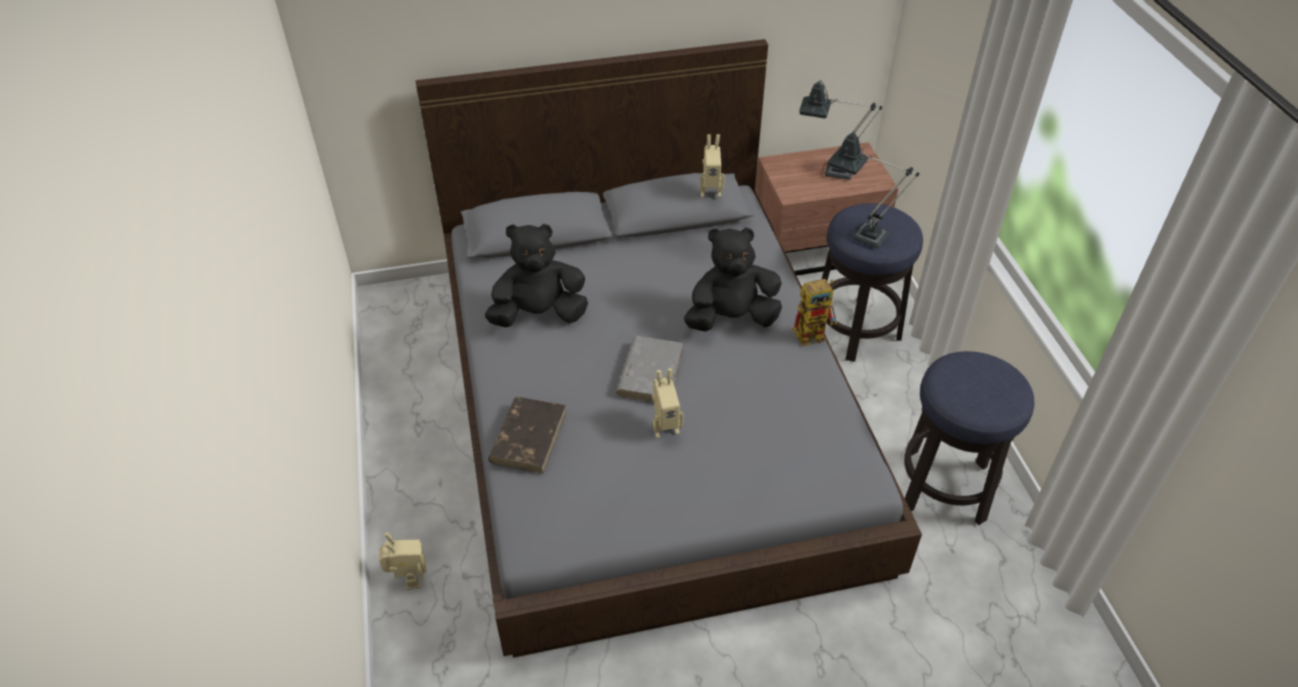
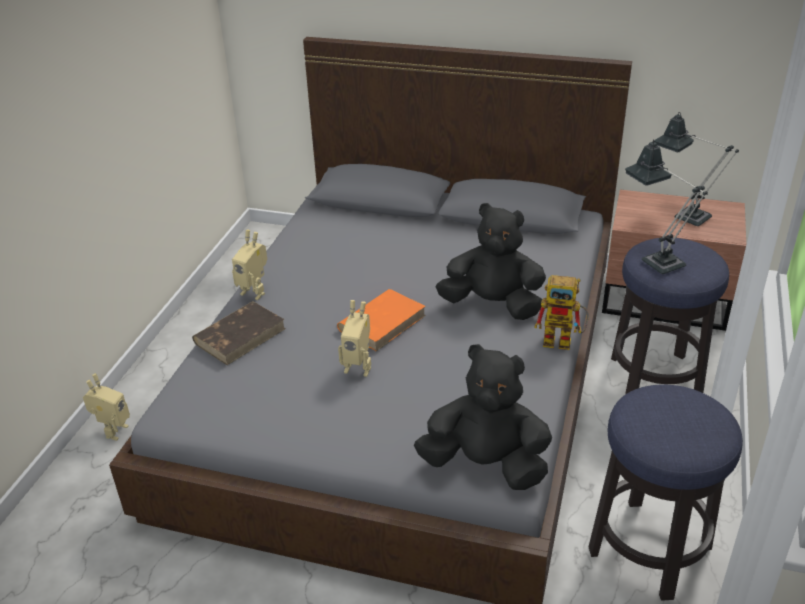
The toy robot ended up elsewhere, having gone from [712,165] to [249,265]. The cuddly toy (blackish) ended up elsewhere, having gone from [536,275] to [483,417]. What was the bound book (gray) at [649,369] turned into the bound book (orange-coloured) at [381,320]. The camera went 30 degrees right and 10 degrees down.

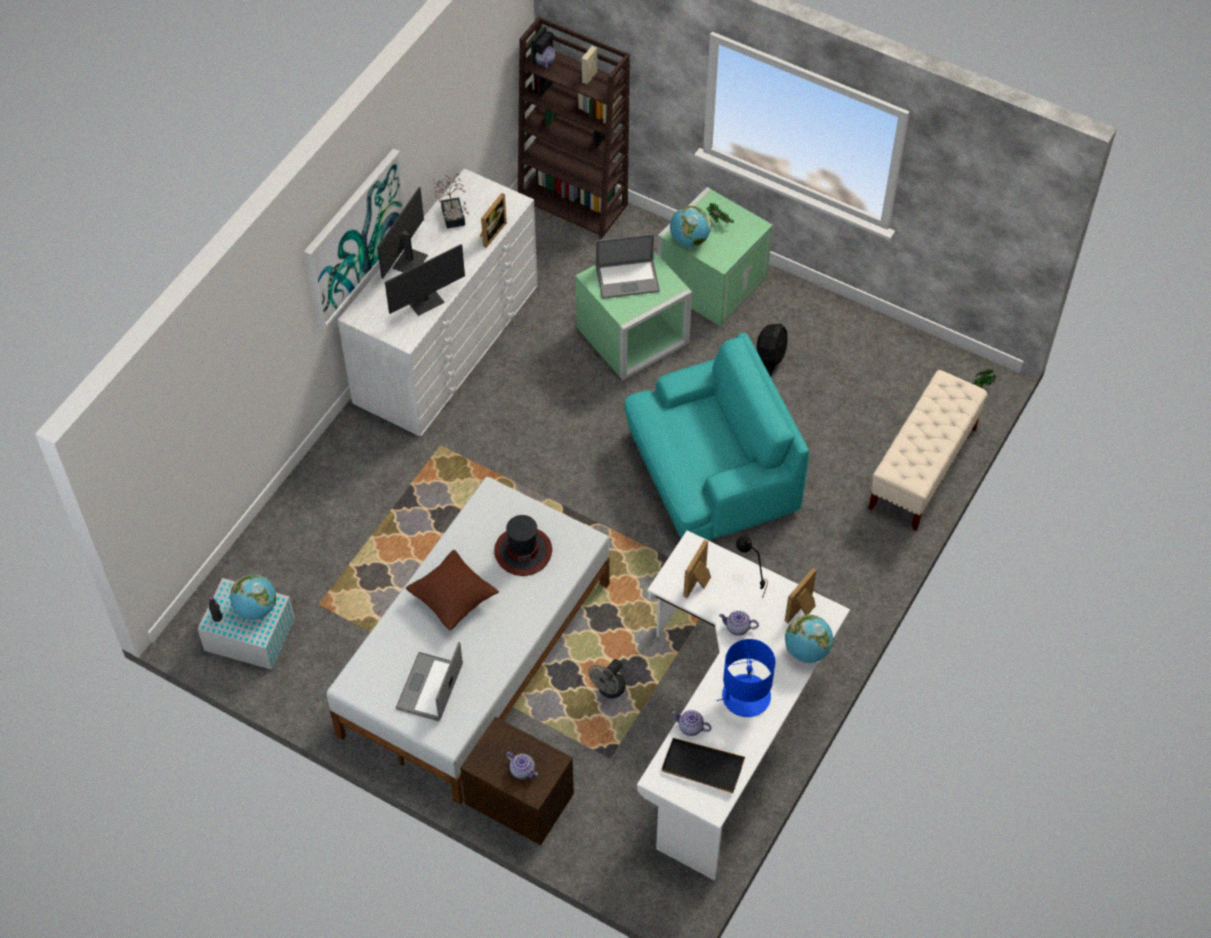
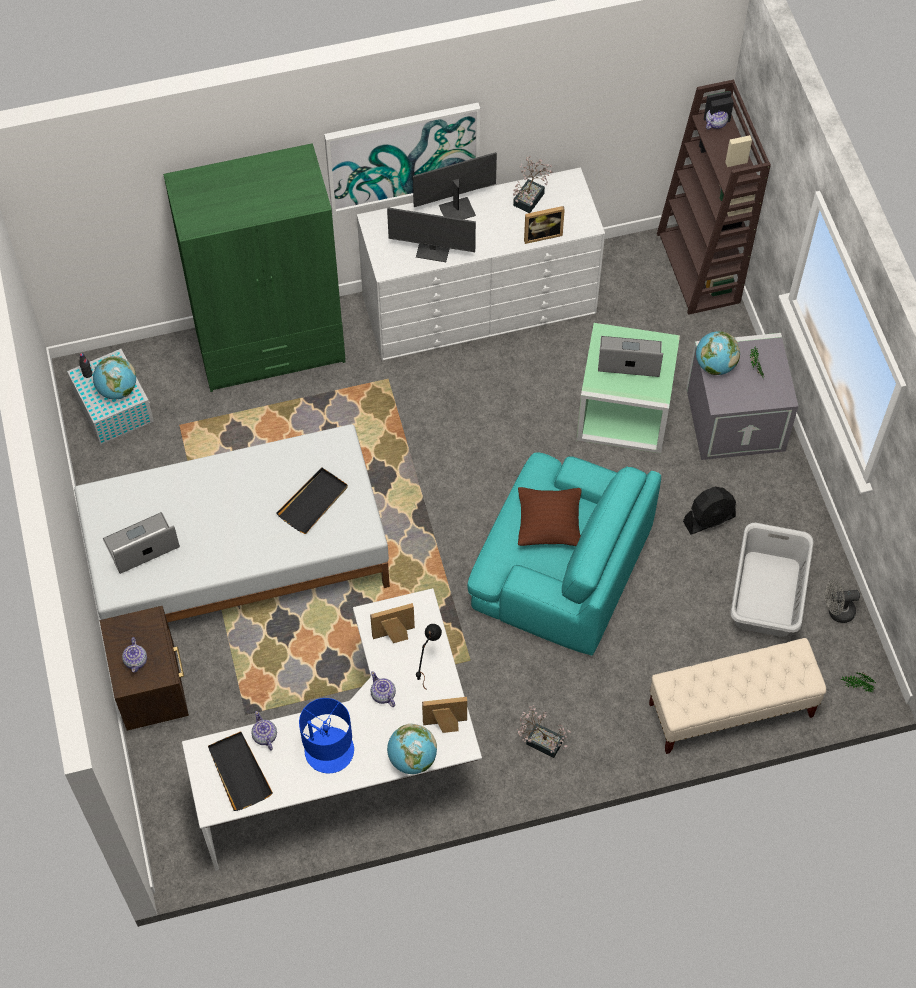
What was the storage container (greenish) at [715,256] turned into the storage container (gray) at [742,396]. The portable computer at [628,266] ended up facing another way, 150 degrees clockwise from before. Where the hat stood at [523,545], the carrying tray (blackish) came to stand at [312,501]. The throw pillow (brown-coloured) ended up elsewhere, having gone from [452,590] to [550,516]. The fan (gray) ended up elsewhere, having gone from [607,679] to [842,601]. The second view gained the clothes cupboard (greenish) at [254,267]. The second view gained the washing basket (gray) at [772,580]. The second view gained the houseplant at [544,731]. The camera went 45 degrees right and 5 degrees up.

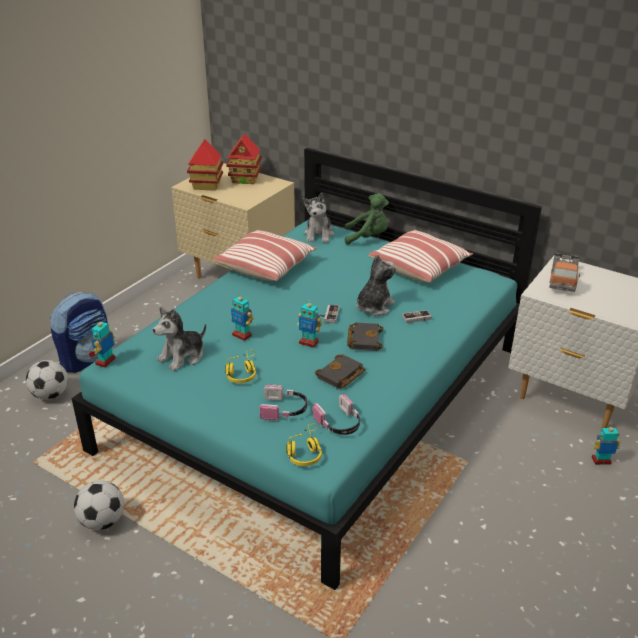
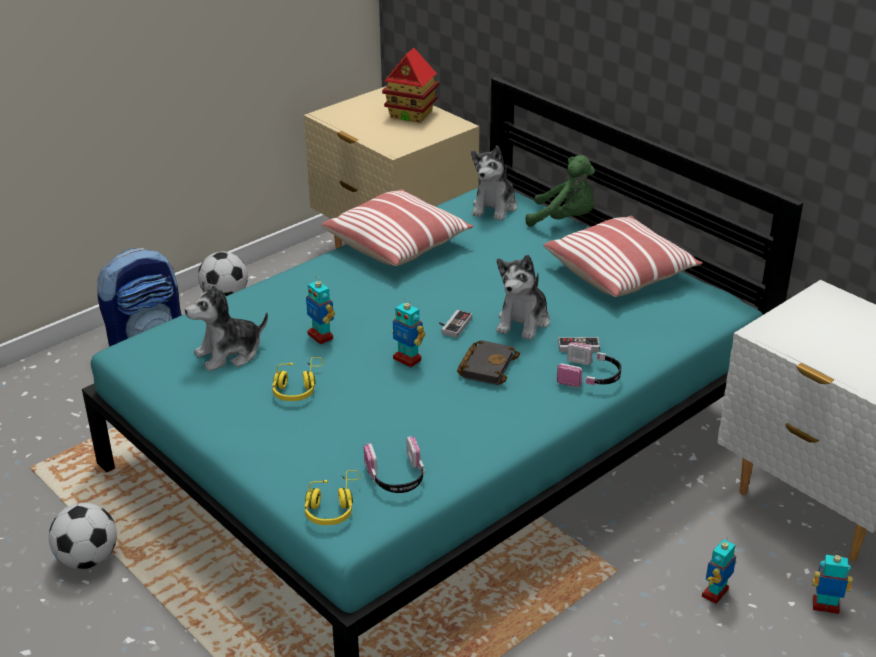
The second view lost the model house at [205,165]. The second view lost the model truck at [564,272]. The cuddly toy at [375,285] ended up facing another way, 150 degrees clockwise from before. The toy robot ended up elsewhere, having gone from [103,343] to [719,571]. The second view lost the bound book (blackish) at [340,371]. The football ended up elsewhere, having gone from [47,380] to [223,274]. The headphones ended up elsewhere, having gone from [283,403] to [589,365]. The camera went 15 degrees right and 0 degrees up.

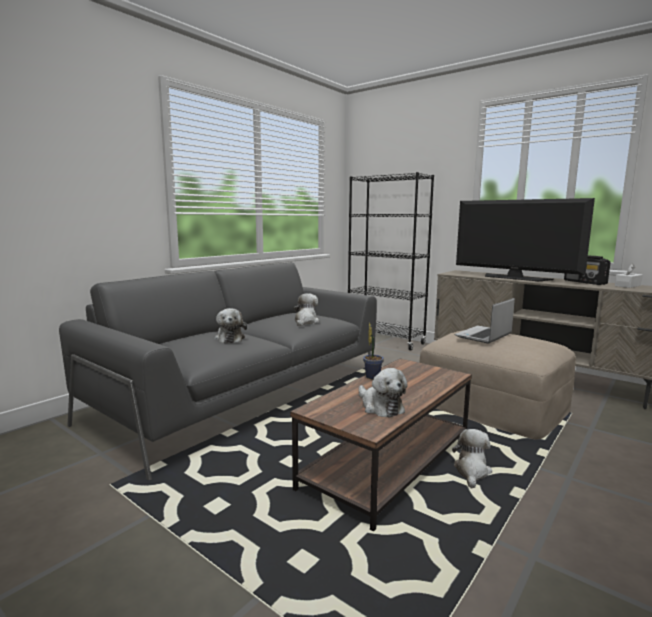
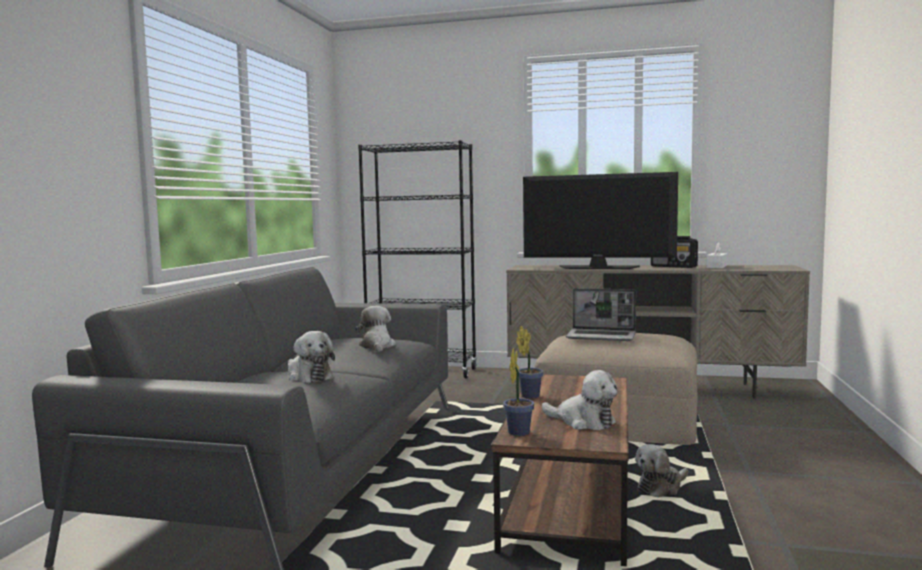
The portable computer at [485,321] ended up facing another way, 90 degrees counterclockwise from before. The cuddly toy at [472,458] ended up facing another way, 120 degrees counterclockwise from before. The second view gained the houseplant at [518,392]. The camera went 25 degrees left and 5 degrees down.

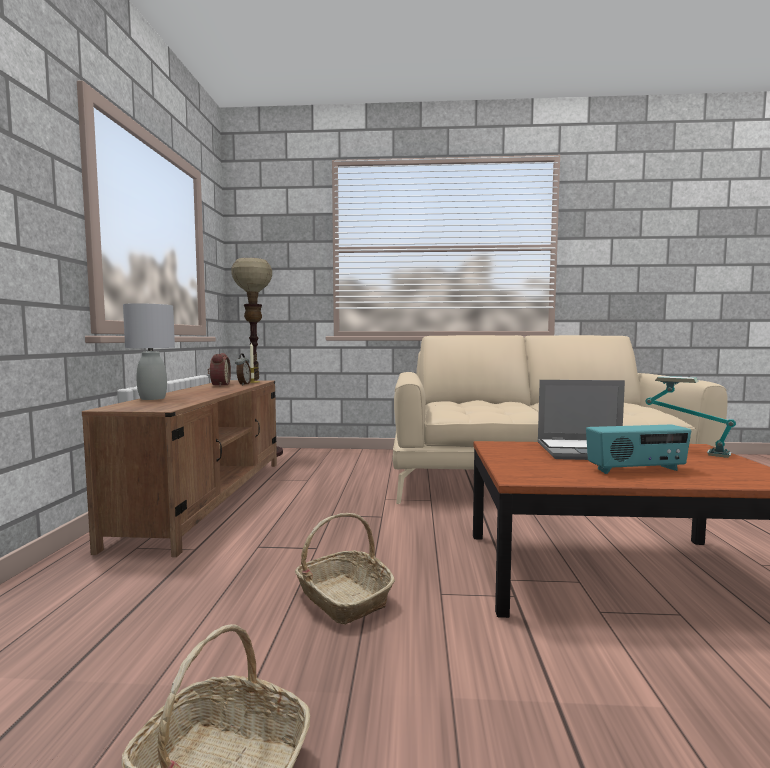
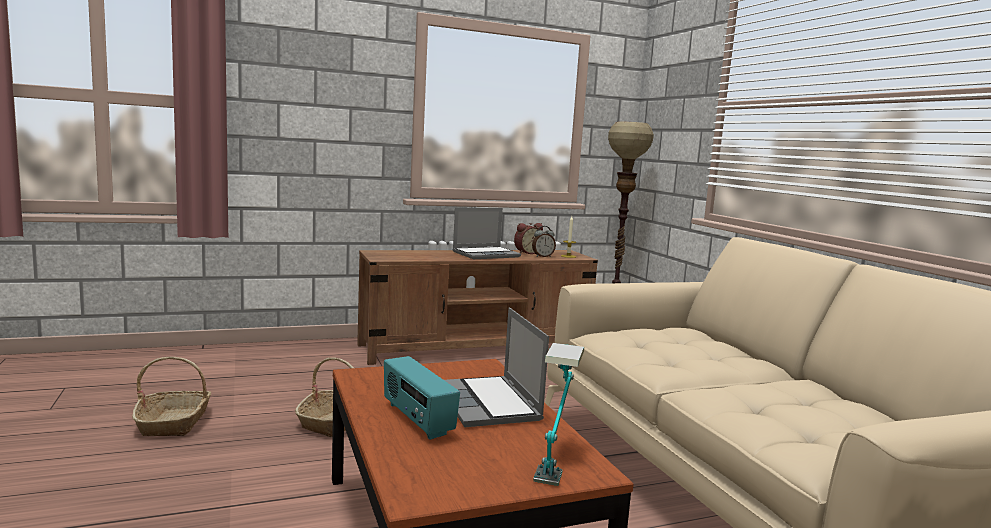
The second view lost the tabletop lamp (gray) at [149,351]. The second view gained the portable computer at [487,233]. The camera went 65 degrees right and 5 degrees up.

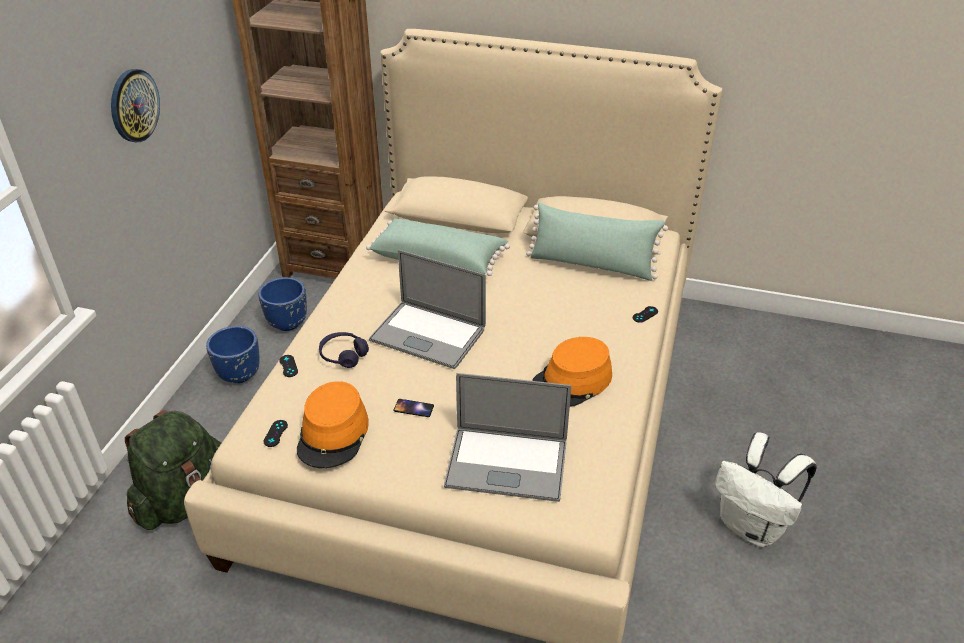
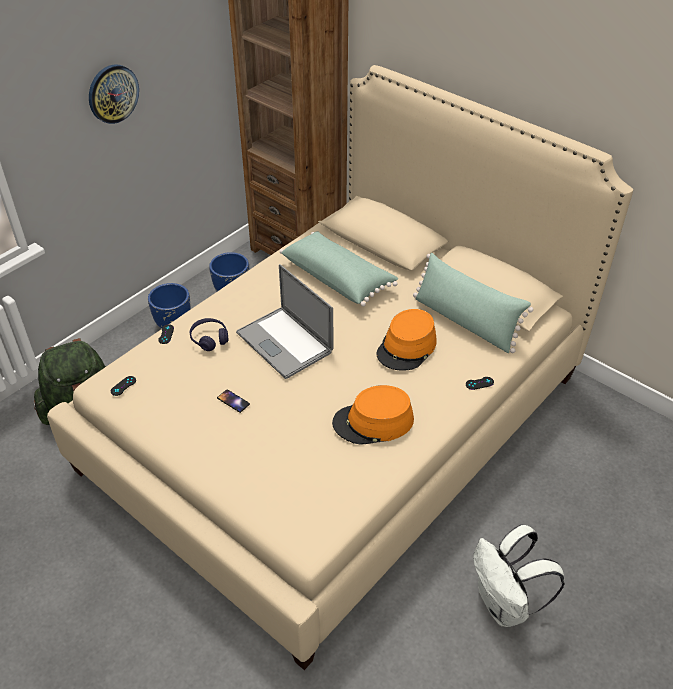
The second view lost the portable computer at [507,437]. The hat (orange-coloured) ended up elsewhere, having gone from [332,424] to [406,340]. The camera went 25 degrees right and 5 degrees up.

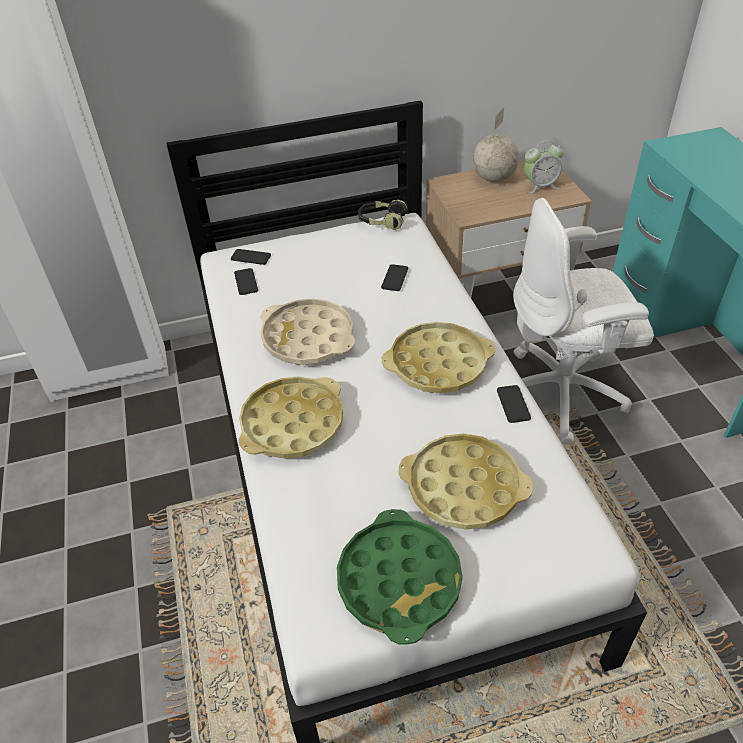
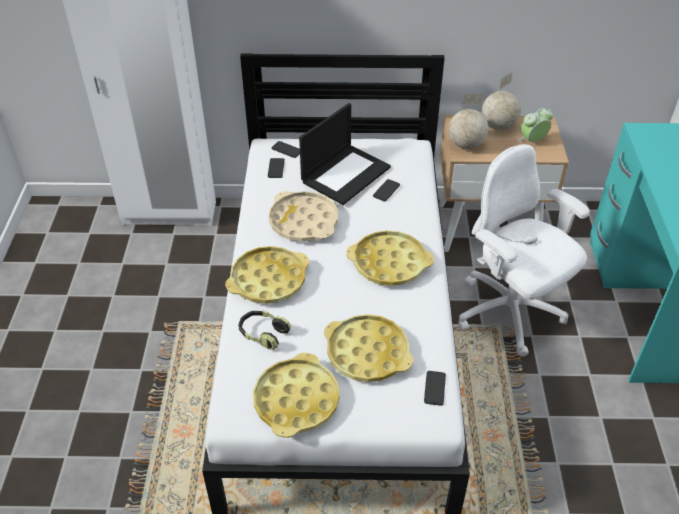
The table clock at [544,167] ended up facing another way, 150 degrees clockwise from before. The desk chair (whitish) at [583,321] ended up facing another way, 45 degrees clockwise from before. The headphones ended up elsewhere, having gone from [382,214] to [264,330]. The handset ended up elsewhere, having gone from [514,404] to [435,388]. What was the carrying tray (greenish) at [399,577] turned into the carrying tray (yellow) at [296,395]. The second view gained the globe at [469,121]. The second view gained the portable computer at [345,154]. The camera went 15 degrees right and 0 degrees up.

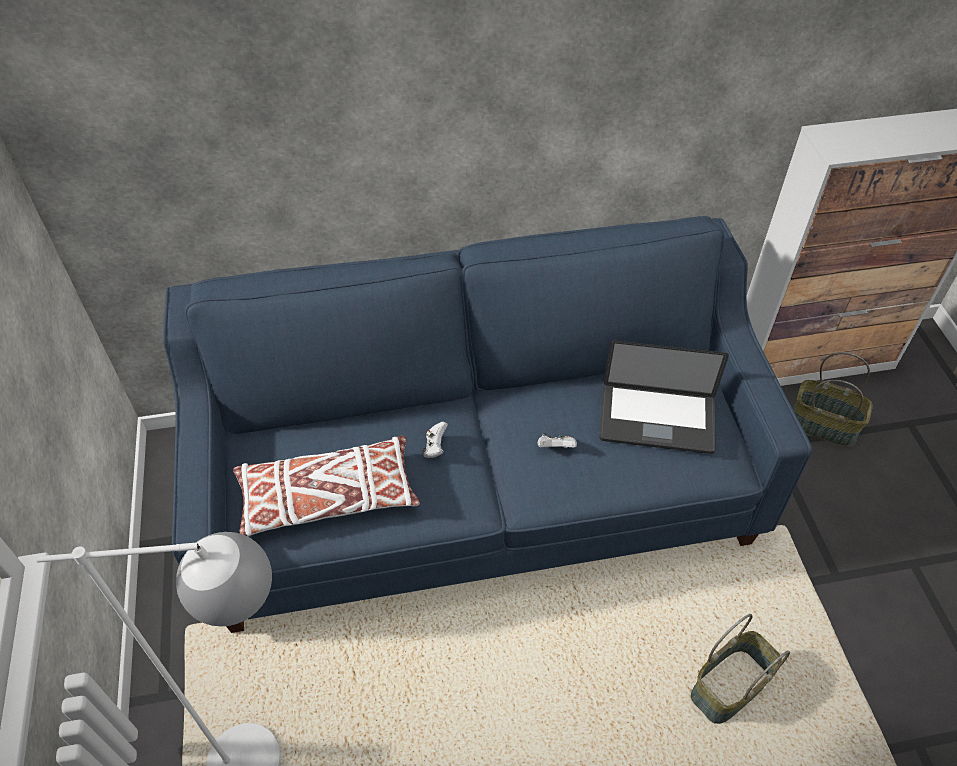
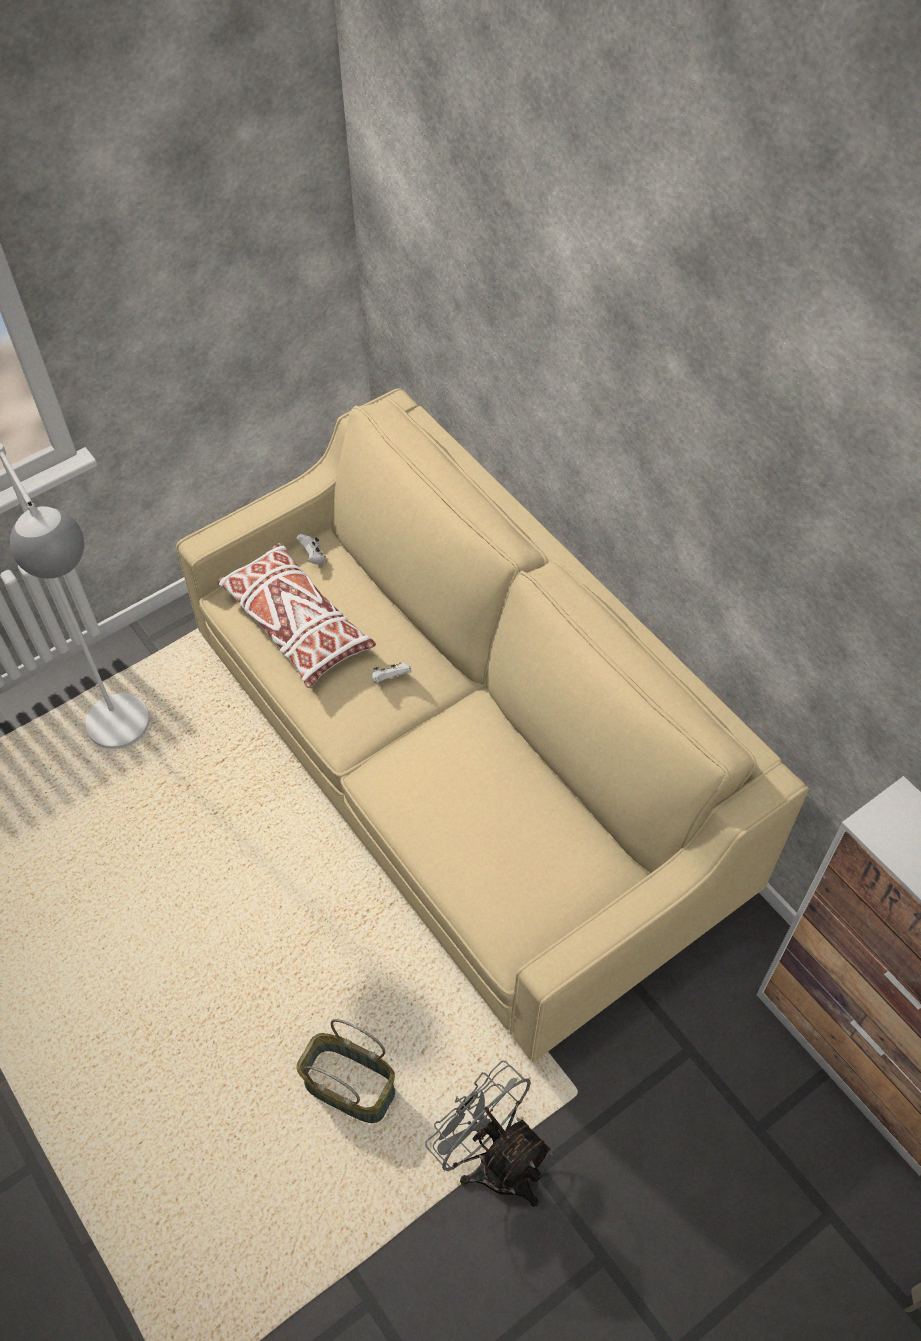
What was the settee (blue-coloured) at [487,424] turned into the settee (beige-coloured) at [492,725]. The second view lost the portable computer at [664,397]. The second view lost the household basket at [832,399]. The game controller (whitish) ended up elsewhere, having gone from [557,440] to [311,549]. The second view gained the fan (gray) at [489,1134]. The camera went 65 degrees right and 5 degrees up.

